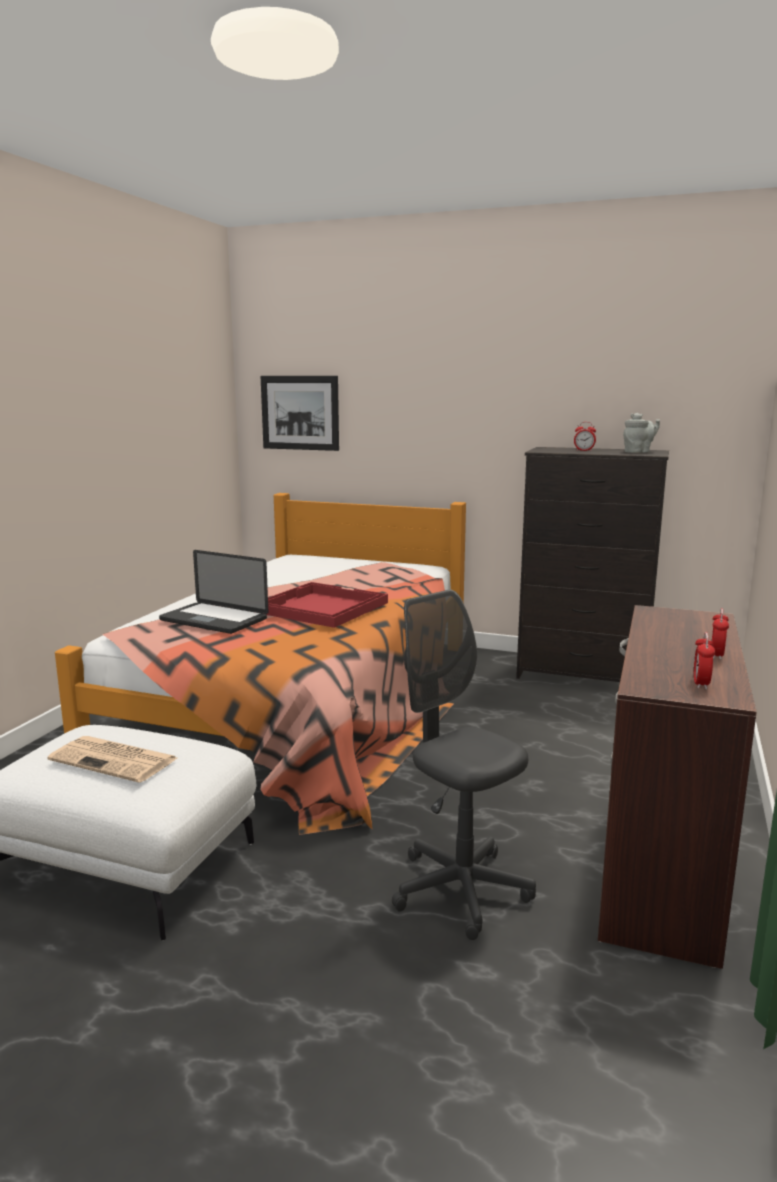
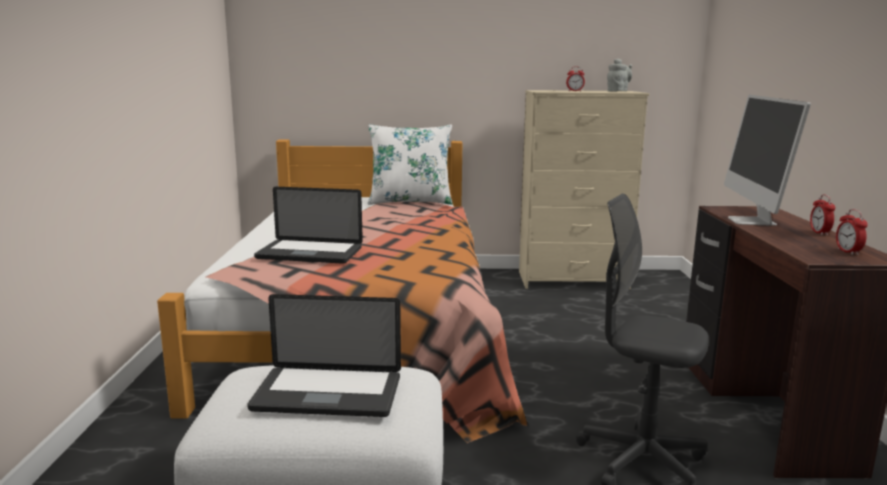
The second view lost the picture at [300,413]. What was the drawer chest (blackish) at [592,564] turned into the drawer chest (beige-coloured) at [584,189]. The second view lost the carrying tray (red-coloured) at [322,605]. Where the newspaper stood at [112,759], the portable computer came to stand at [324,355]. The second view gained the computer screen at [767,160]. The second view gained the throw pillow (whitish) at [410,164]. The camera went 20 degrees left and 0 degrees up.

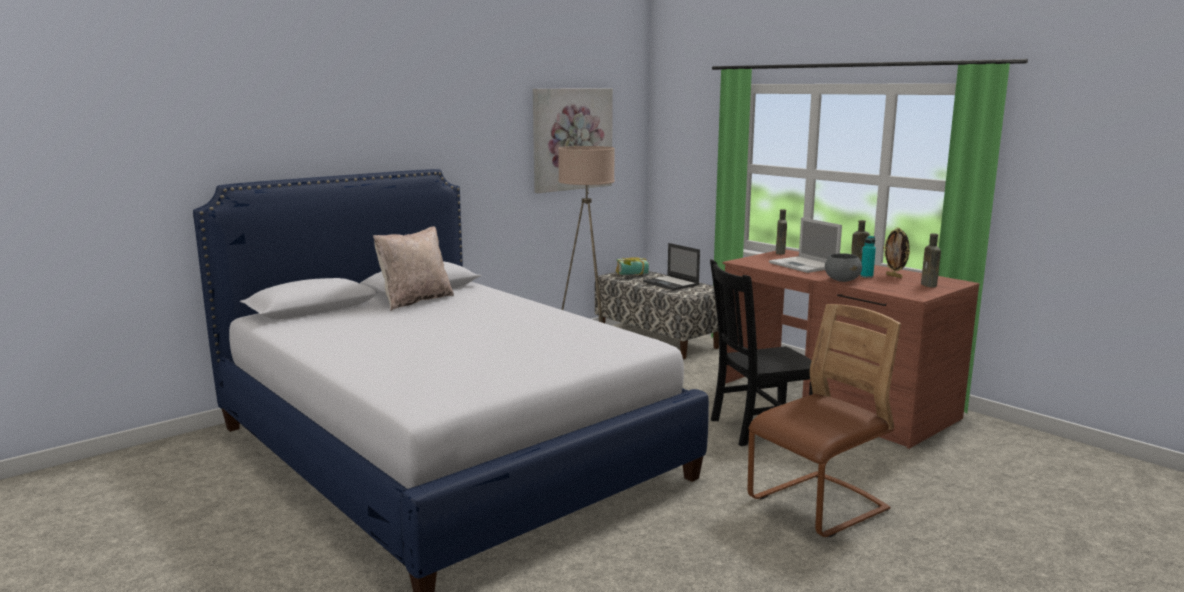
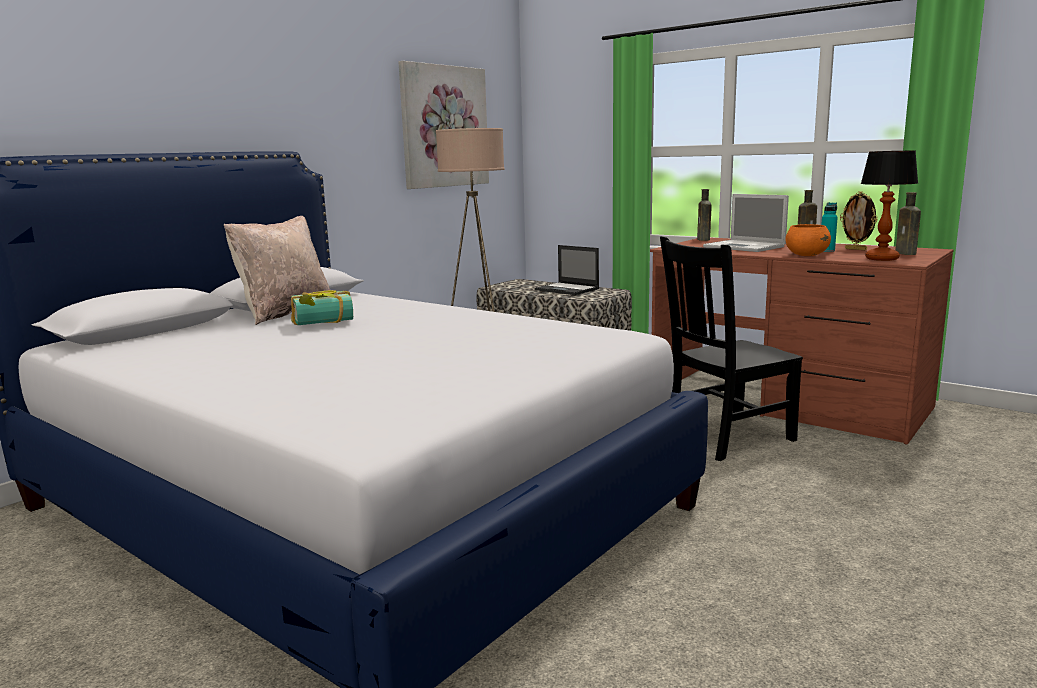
What was the deep dish (gray) at [843,267] turned into the deep dish (orange-coloured) at [808,240]. The bound book ended up elsewhere, having gone from [632,266] to [322,307]. The second view lost the upright chair (brown-coloured) at [824,420]. The second view gained the tabletop lamp at [889,205]. The camera went 10 degrees left and 0 degrees up.

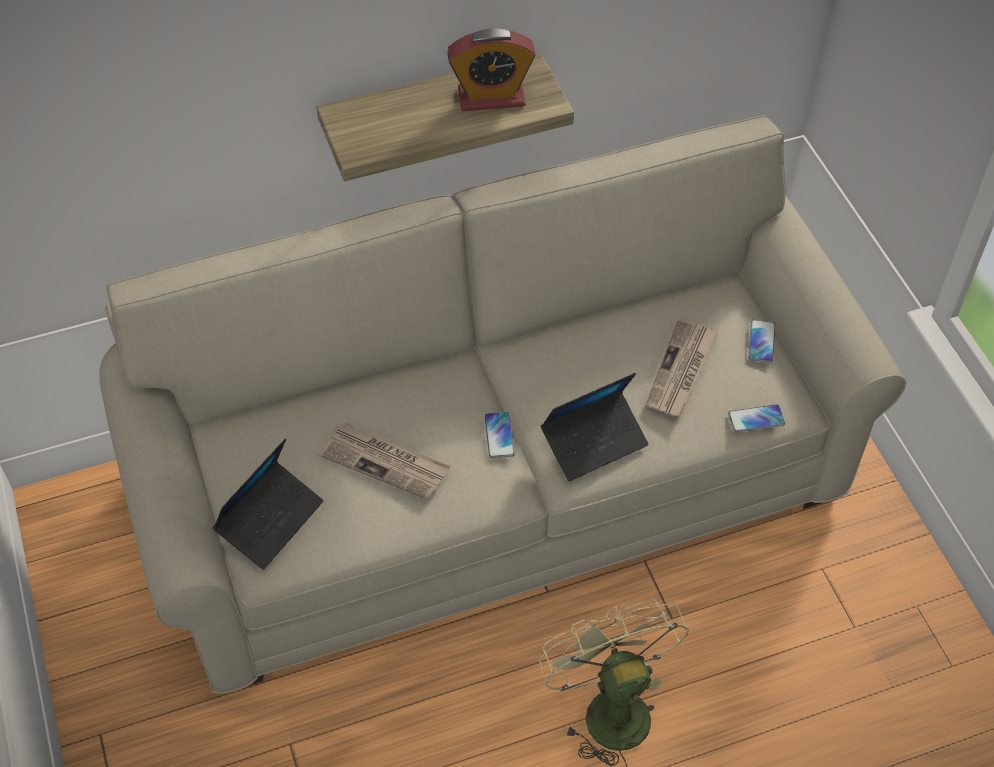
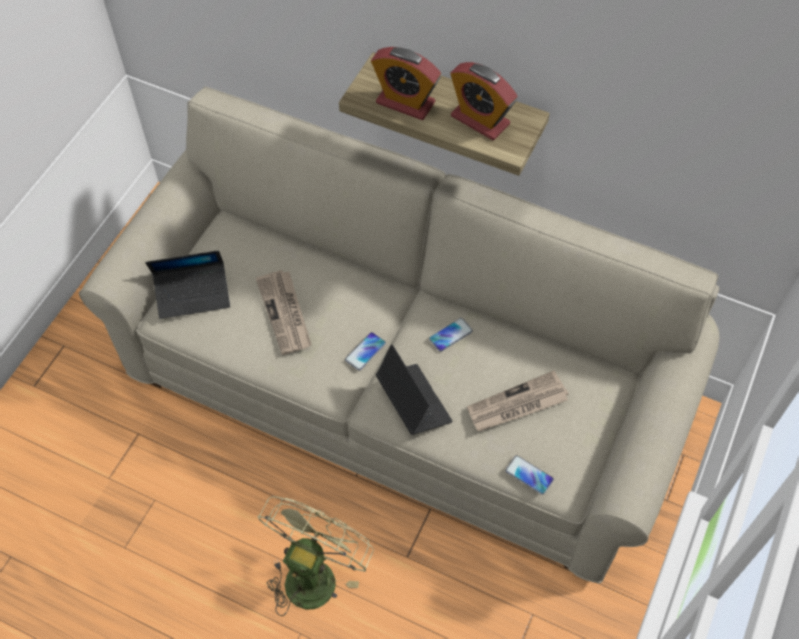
The handset ended up elsewhere, having gone from [762,341] to [451,335]. The portable computer at [594,427] ended up facing another way, 135 degrees counterclockwise from before. The second view gained the table clock at [406,83]. The camera went 45 degrees right and 5 degrees up.

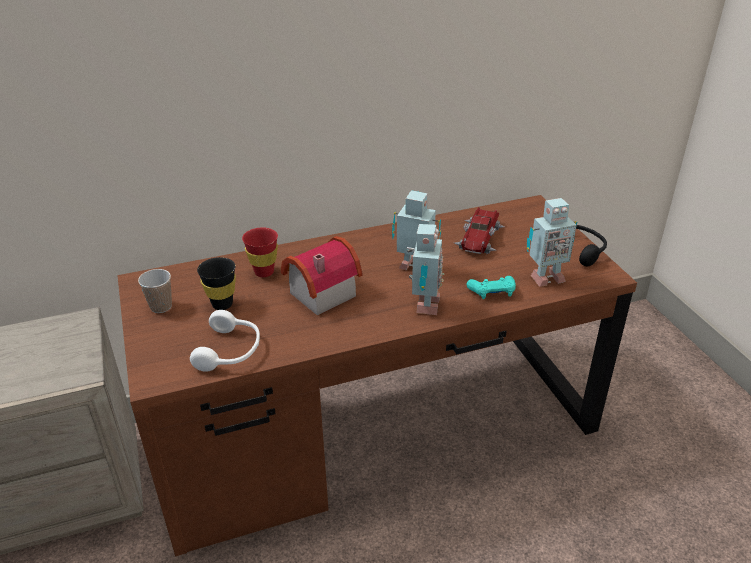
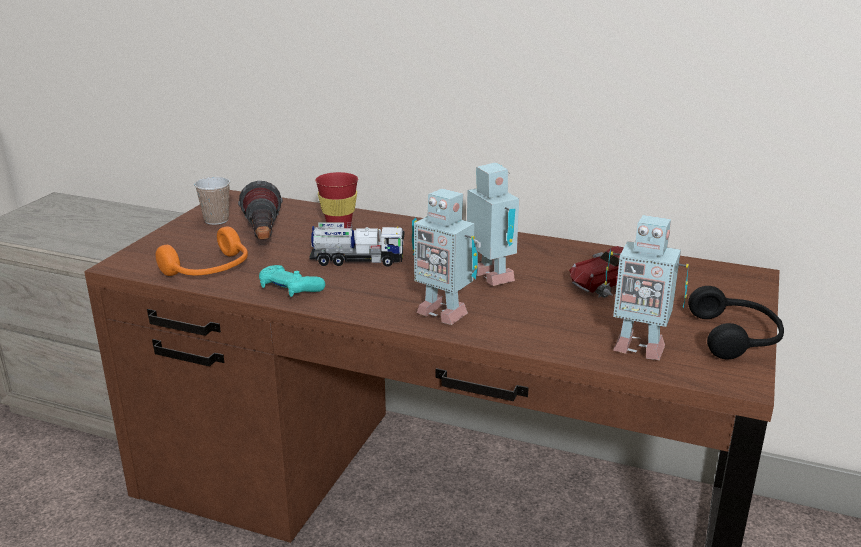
The toy robot at [426,269] ended up facing another way, 75 degrees clockwise from before. Where the model house stood at [322,276], the model truck came to stand at [357,244]. Where the small cup (blackish) stood at [216,283], the hand torch came to stand at [260,210]. The game controller (turquoise) ended up elsewhere, having gone from [491,287] to [292,281]. What was the headphones (whitish) at [225,341] turned into the headphones (orange-coloured) at [202,251]. The camera went 40 degrees right and 10 degrees down.

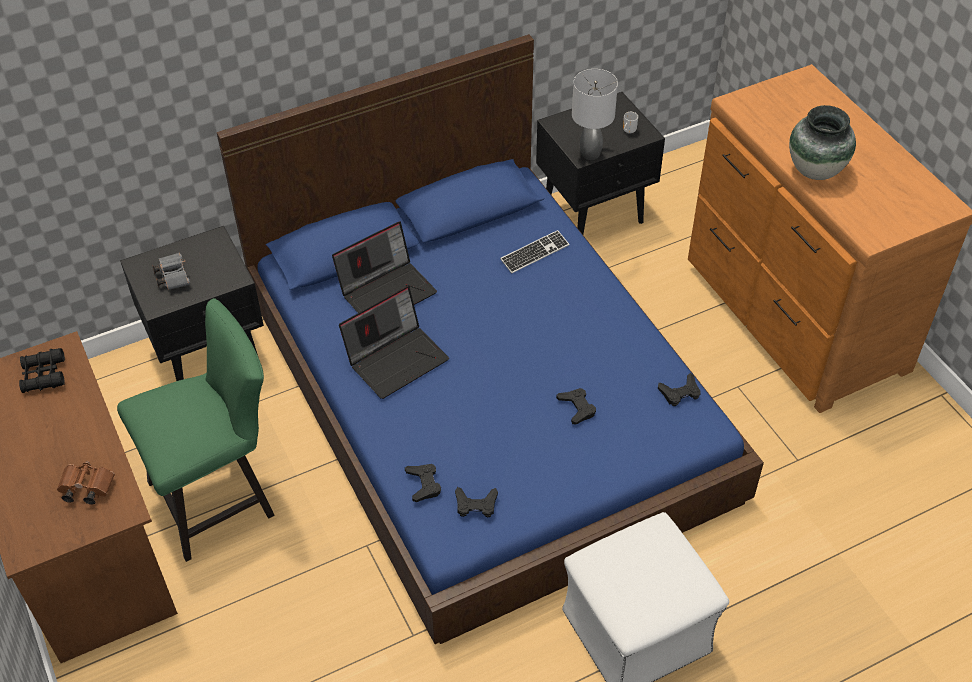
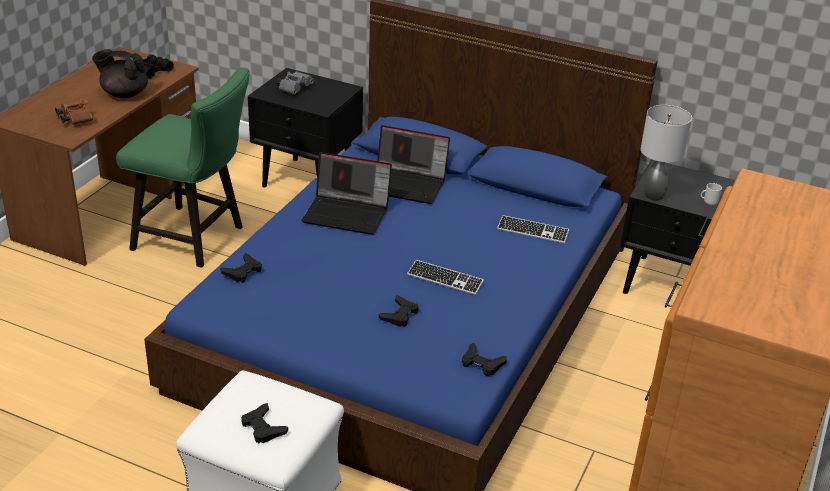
The second view lost the flower vase at [822,142]. The game controller (blackish) ended up elsewhere, having gone from [476,502] to [264,423]. The second view gained the teapot (blackish) at [120,73]. The second view gained the computer keyboard at [445,277]. The camera went 50 degrees right and 15 degrees down.

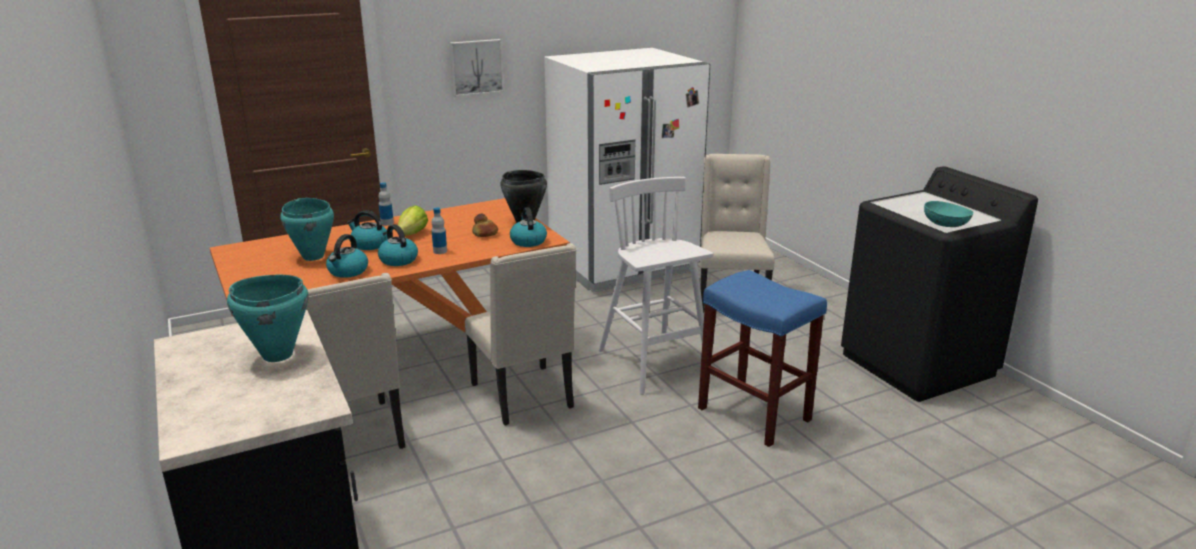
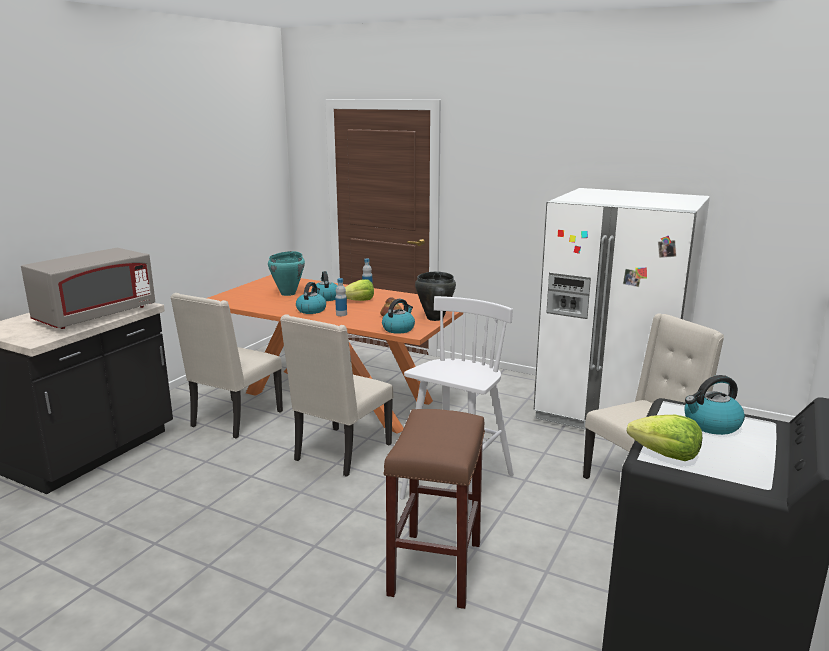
The second view lost the picture at [477,68]. Where the deep dish (turquoise) stood at [949,214], the head of lettuce came to stand at [664,438]. The tea kettle ended up elsewhere, having gone from [347,256] to [715,405]. What was the stool seat (blue-coloured) at [762,358] turned into the stool seat (brown-coloured) at [434,509]. Where the cooking pot (turquoise) stood at [267,318], the kitchen microwave (gray) came to stand at [88,288]. The camera went 55 degrees right and 5 degrees down.

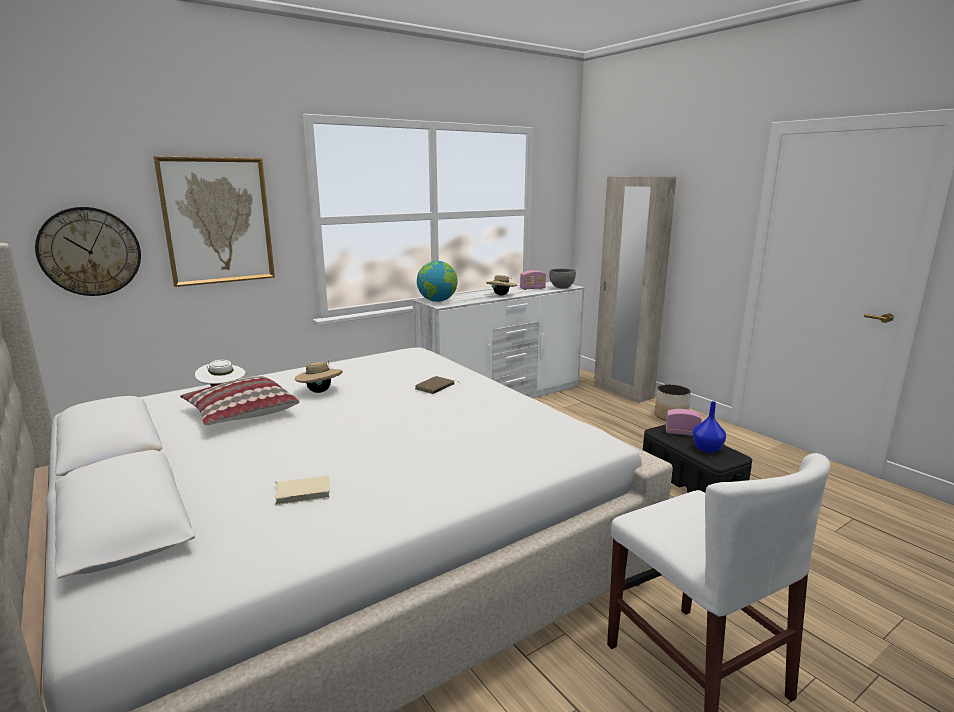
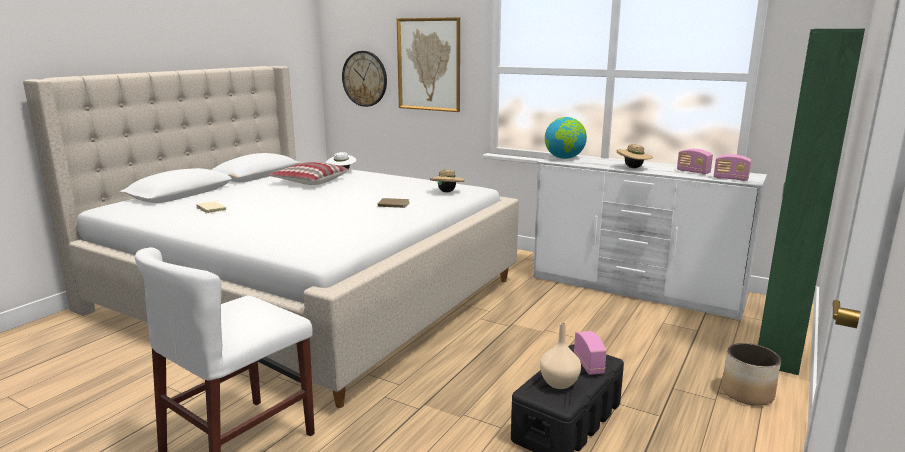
What was the clothes cupboard (beige-coloured) at [635,290] turned into the clothes cupboard (greenish) at [811,202]. Where the deep dish (gray) stood at [562,279], the radio came to stand at [732,167]. The hat (beige-coloured) ended up elsewhere, having gone from [318,376] to [447,181]. What was the flower vase (blue-coloured) at [709,427] turned into the flower vase (beige-coloured) at [560,355]. The camera went 65 degrees right and 0 degrees up.

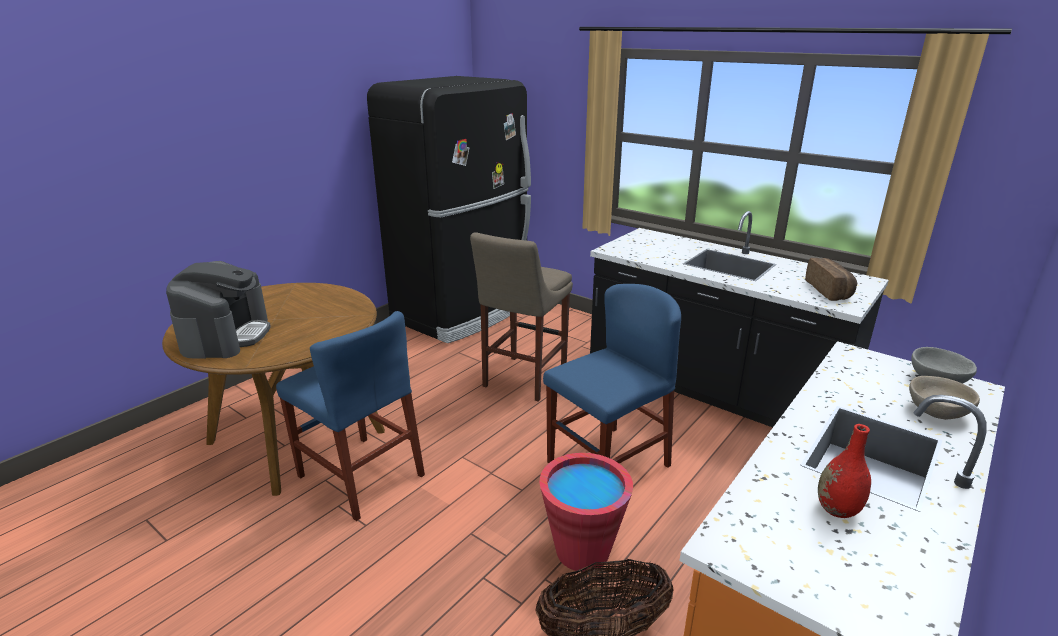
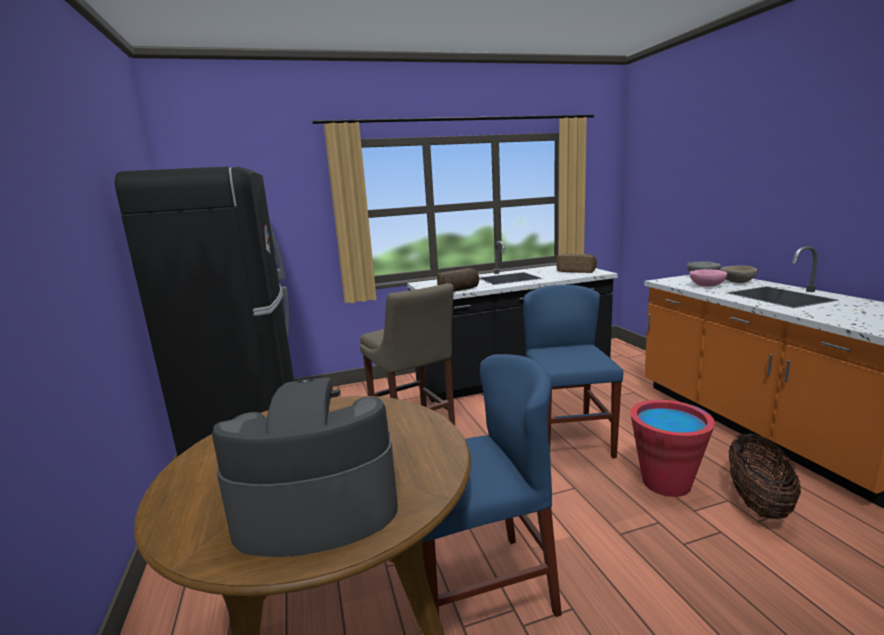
The coffee brewer at [218,310] ended up facing another way, 45 degrees counterclockwise from before. The second view lost the flower vase (red-coloured) at [844,471]. The second view gained the baked bread at [458,279]. The second view gained the deep dish (pink) at [708,278]. The camera went 55 degrees left and 10 degrees down.

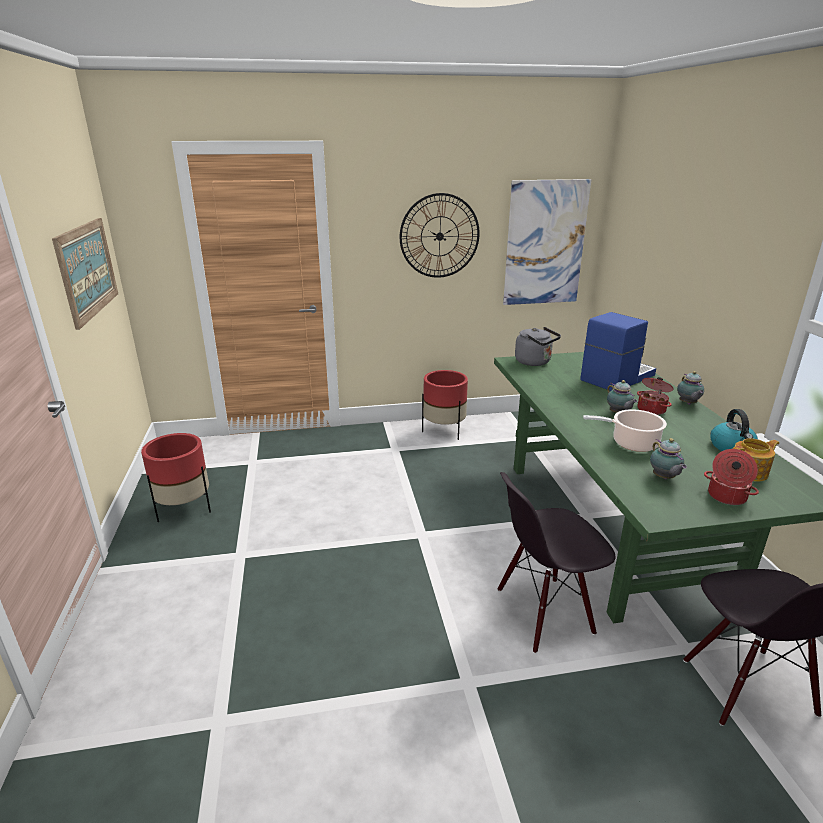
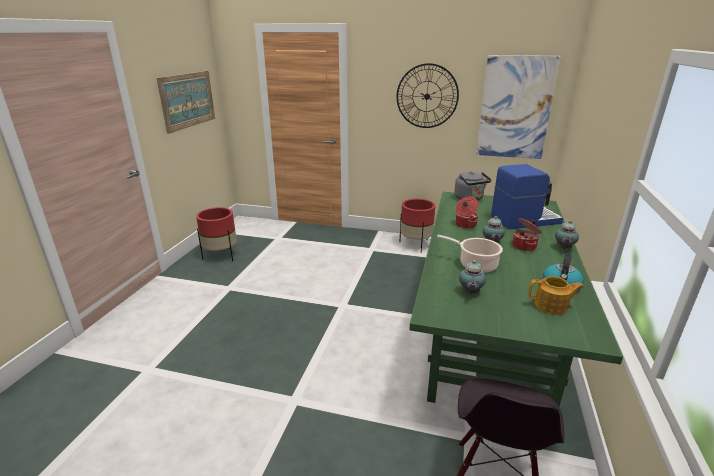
The cooking pot ended up elsewhere, having gone from [731,477] to [466,213]. The second view lost the upright chair (blackish) at [557,563]. The camera went 25 degrees right and 0 degrees up.

